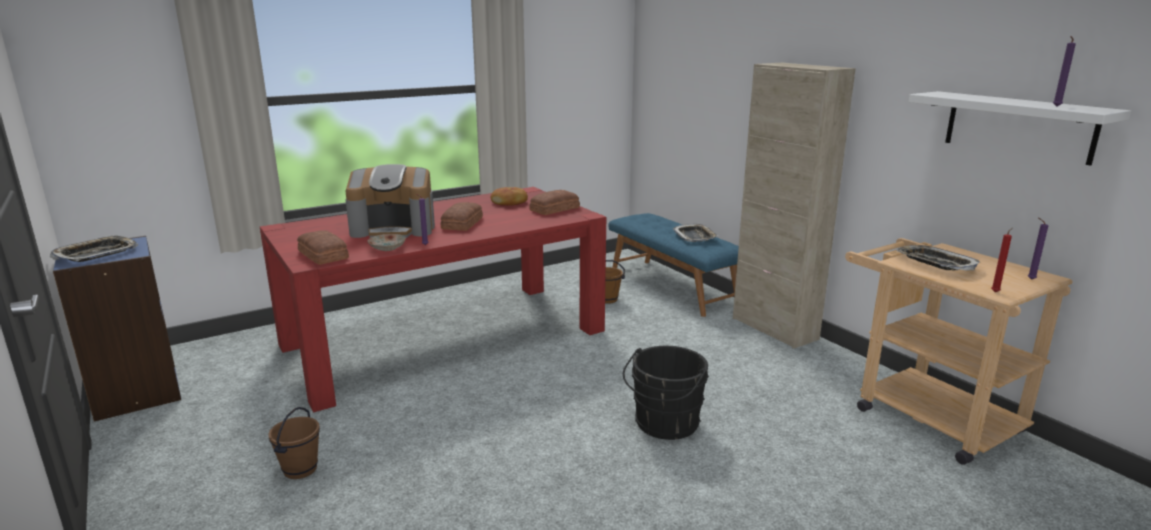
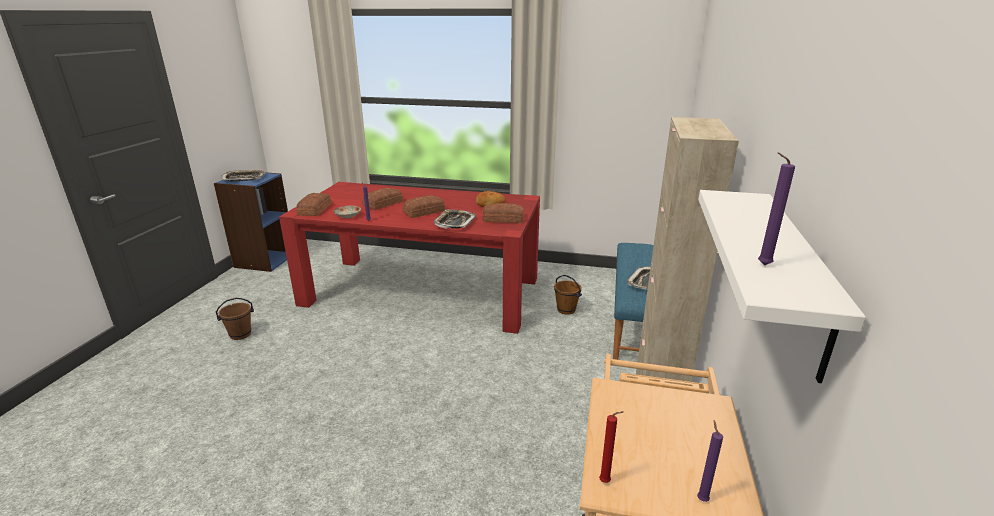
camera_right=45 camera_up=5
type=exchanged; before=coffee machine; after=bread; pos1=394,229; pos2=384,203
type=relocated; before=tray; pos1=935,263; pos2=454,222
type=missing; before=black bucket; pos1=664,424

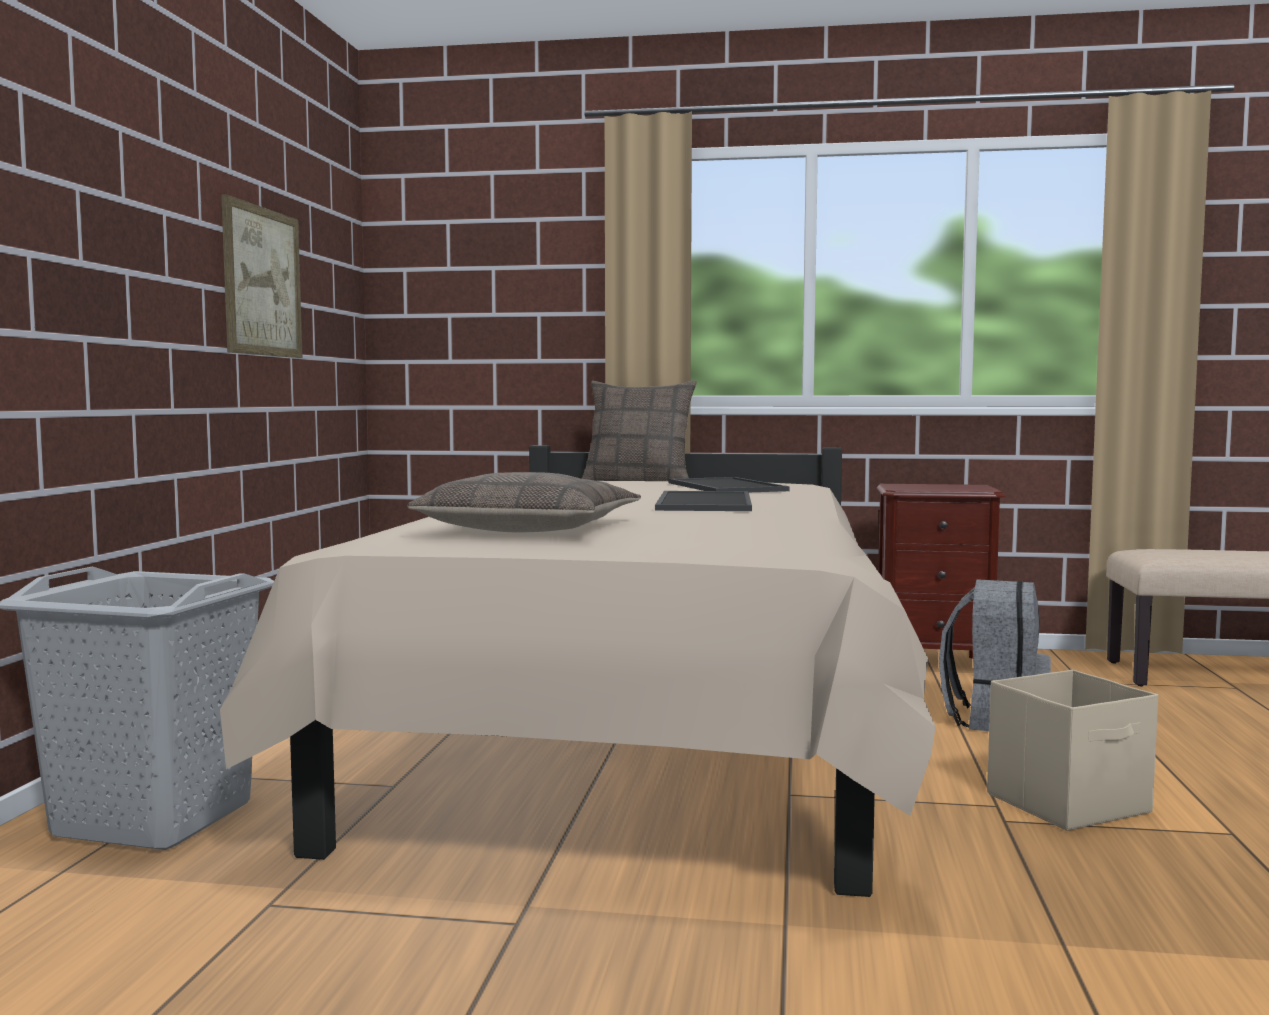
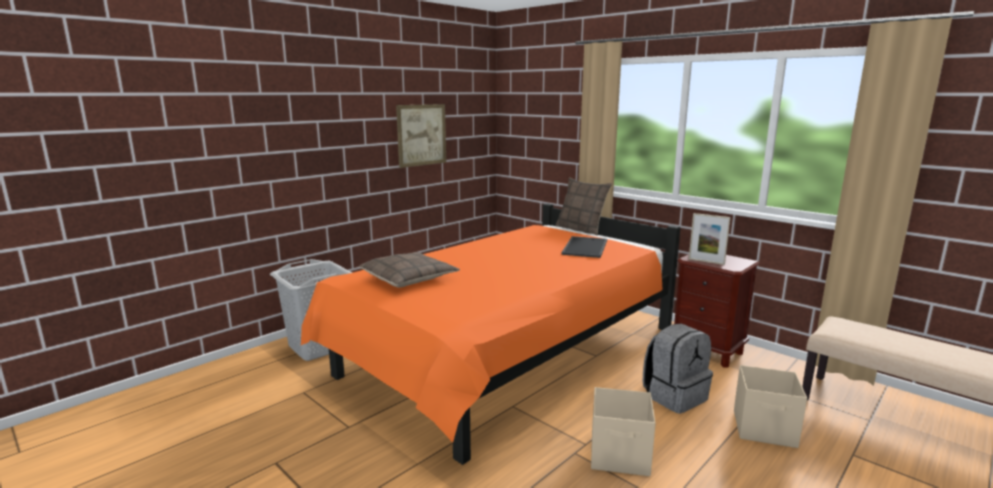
camera_right=35 camera_up=10
type=colour; before=beige bed; after=orange bed; pos1=640,733; pos2=507,355
type=appeared; after=picture frame; pos2=706,261
type=appeared; after=beige storage box; pos2=765,429
type=missing; before=tray; pos1=702,502

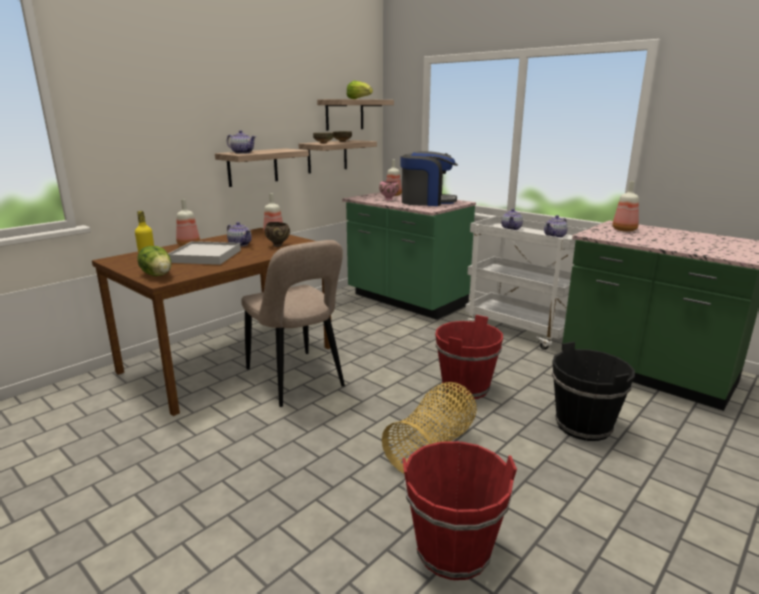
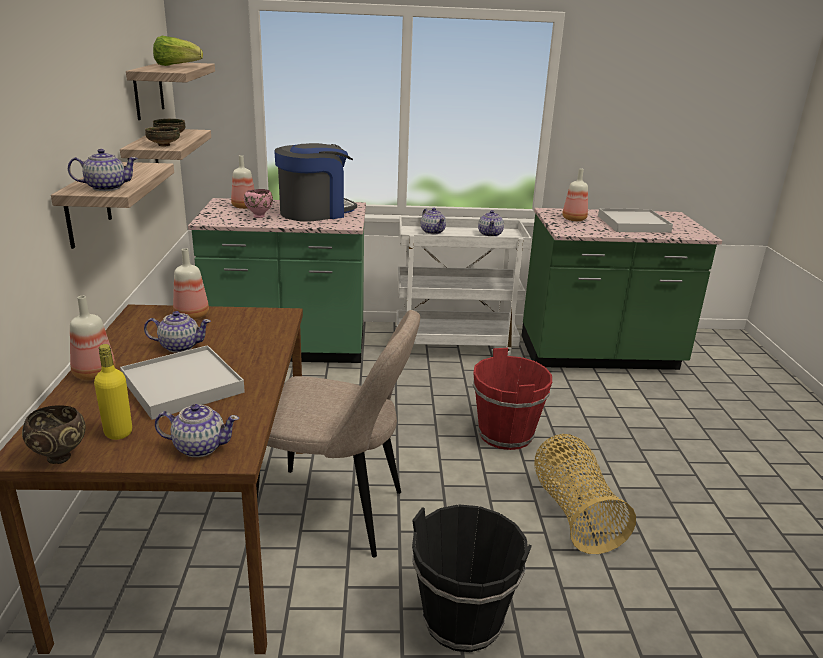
camera_right=-45 camera_up=5
type=relocated; before=brown bowl; pos1=278,246; pos2=61,457
type=exchanged; before=lettuce; after=teapot; pos1=158,275; pos2=199,447
type=relocated; before=black bucket; pos1=584,426; pos2=463,620
type=appeared; after=white tray; pos2=633,224
type=missing; before=red bucket; pos1=453,550

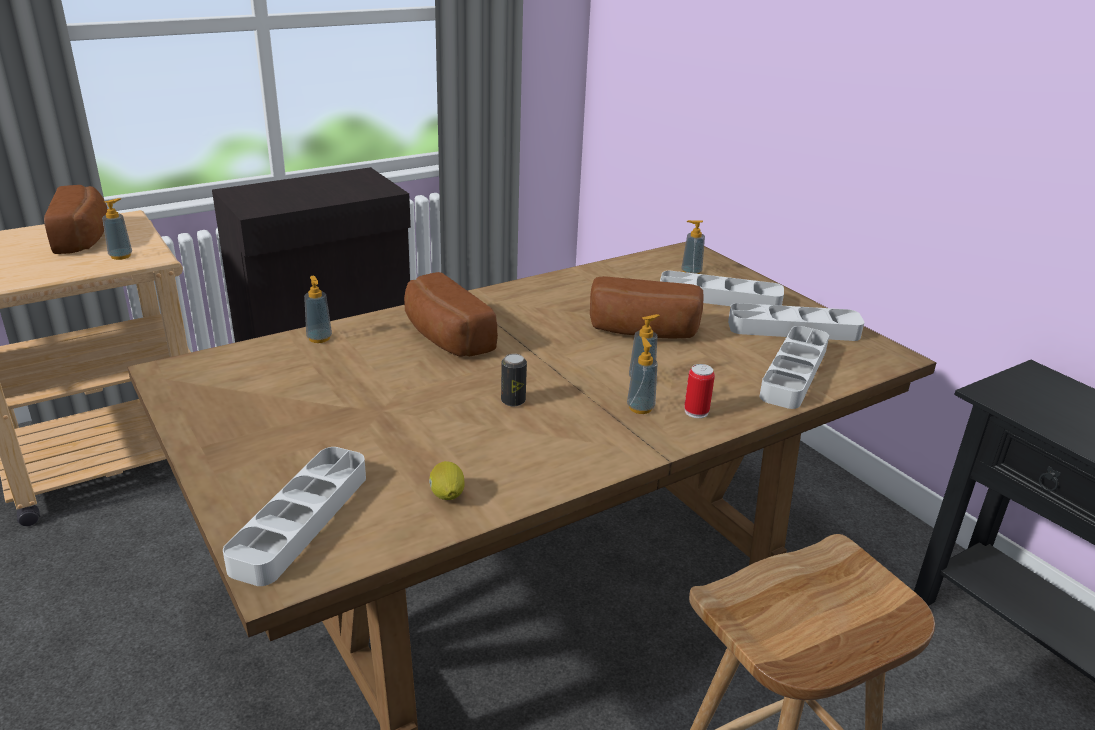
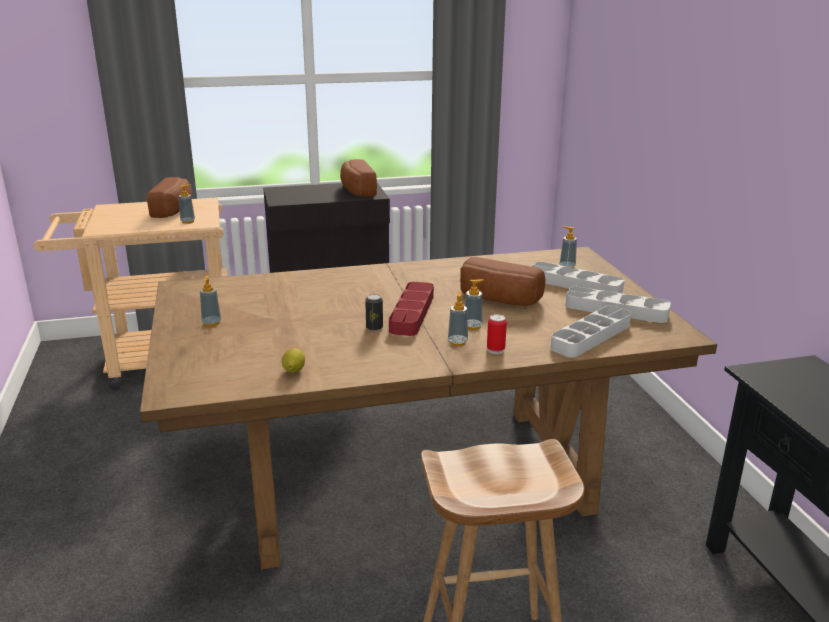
camera_right=20 camera_up=-5
type=relocated; before=soap dispenser; pos1=319,338; pos2=211,323
type=relocated; before=bread; pos1=443,338; pos2=356,190
type=appeared; after=red tray; pos2=412,313
type=missing; before=grey tray; pos1=301,520

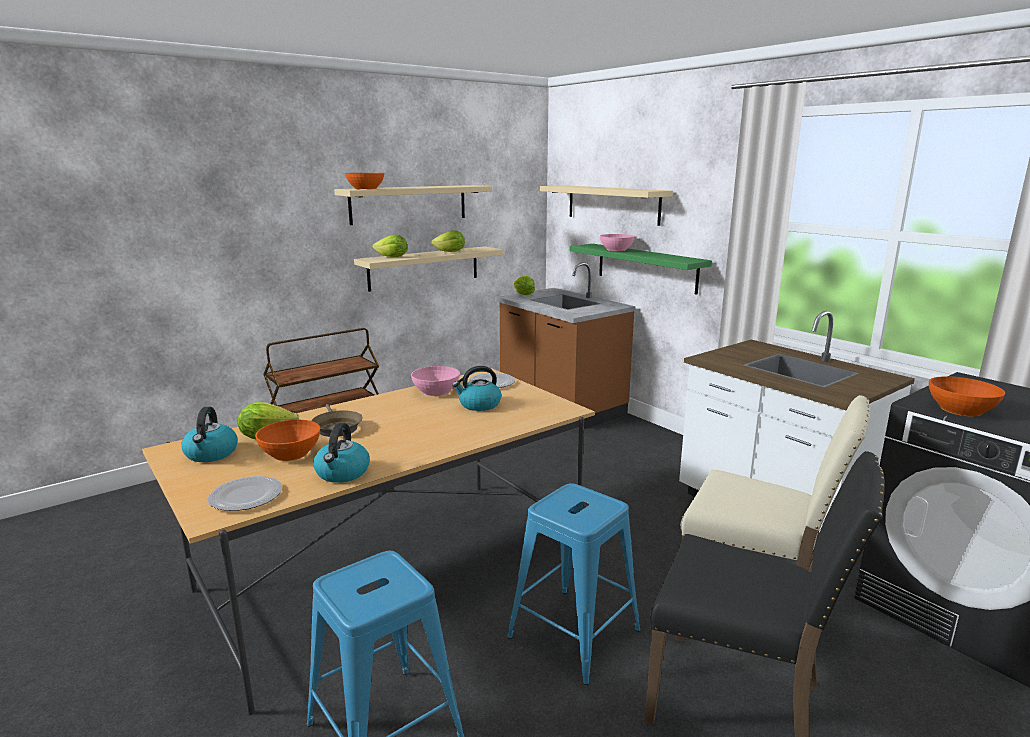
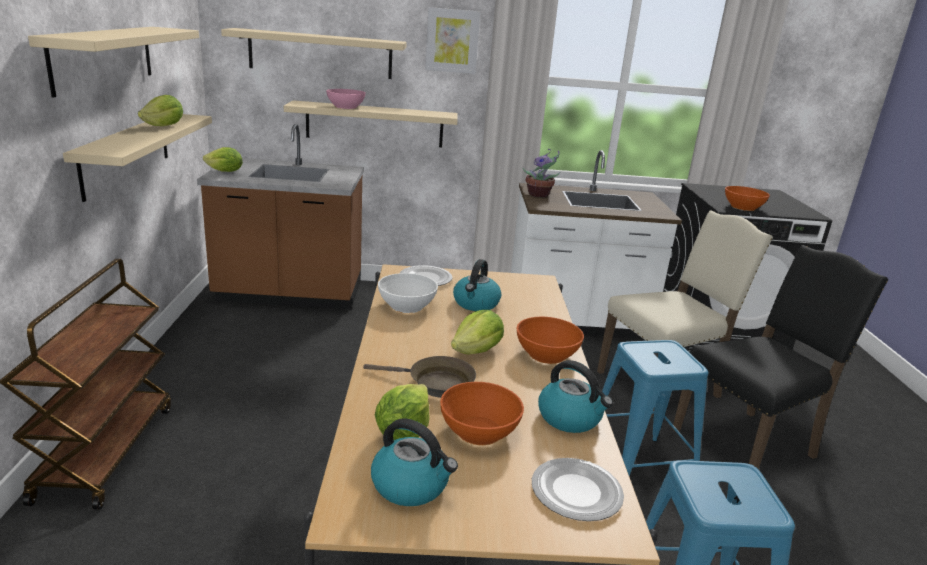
camera_right=-55 camera_up=5
type=colour; before=green shelf; after=beige shelf; pos1=646,267; pos2=374,124
type=colour; before=pink bowl; after=white bowl; pos1=436,391; pos2=406,305
type=appeared; after=picture; pos2=452,40
type=relocated; before=lettuce; pos1=392,257; pos2=477,351
type=relocated; before=orange bowl; pos1=365,188; pos2=546,354
type=appeared; after=potted plant; pos2=539,195

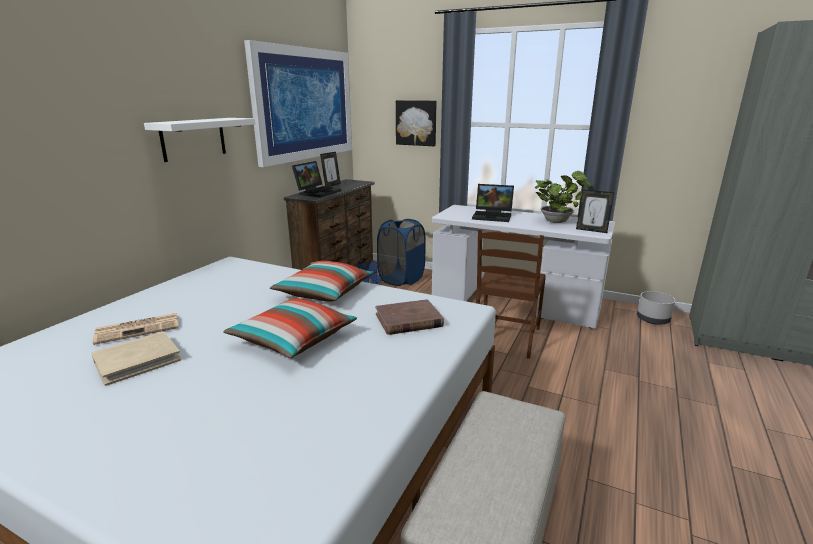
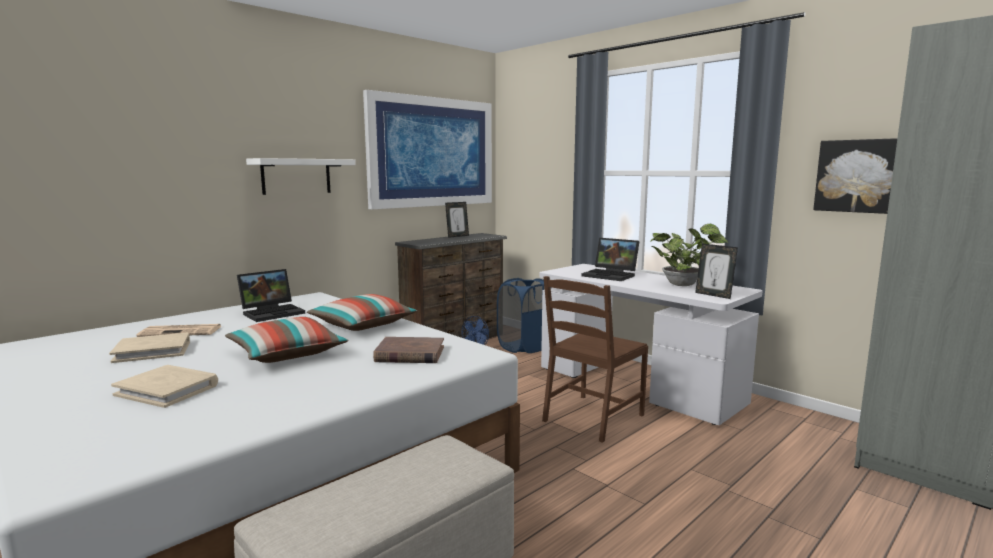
camera_right=20 camera_up=-10
type=appeared; after=beige book; pos2=167,390
type=relocated; before=laptop; pos1=317,192; pos2=273,312
type=relocated; before=picture; pos1=416,123; pos2=858,176
type=missing; before=grey planter; pos1=653,320

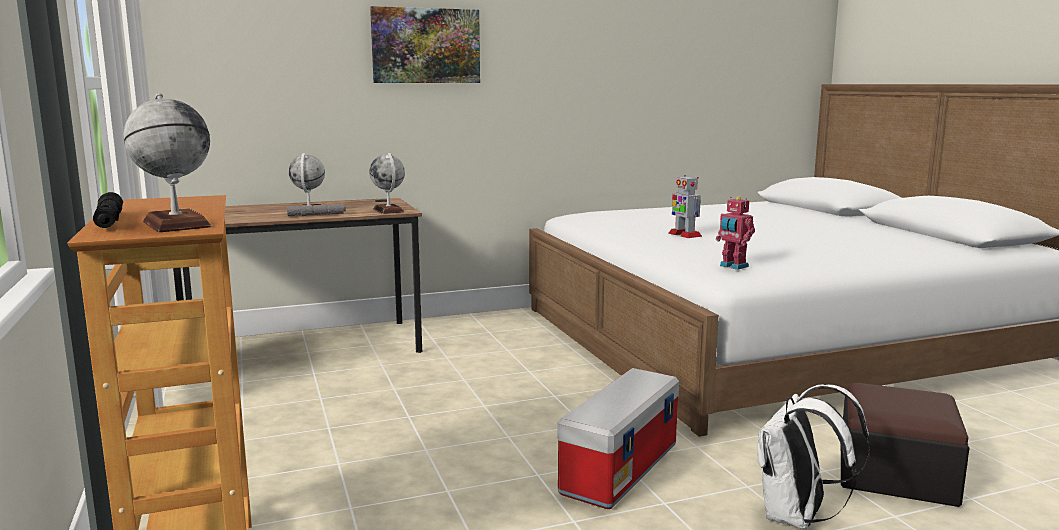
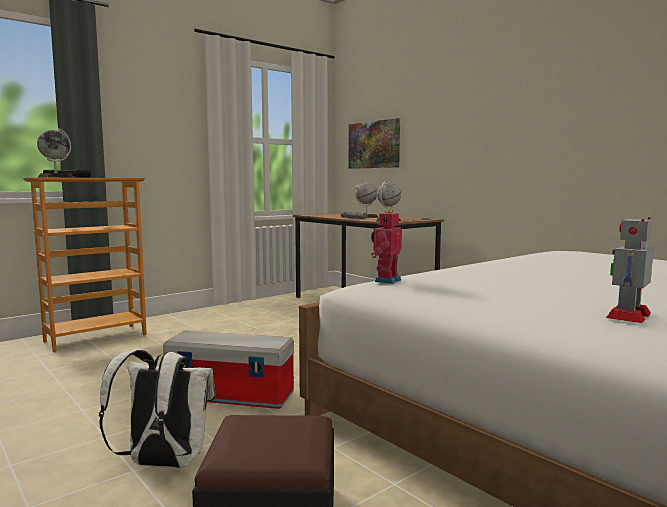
camera_right=70 camera_up=-5
type=relocated; before=picture; pos1=426,46; pos2=374,144
type=relocated; before=toy robot; pos1=684,235; pos2=628,315

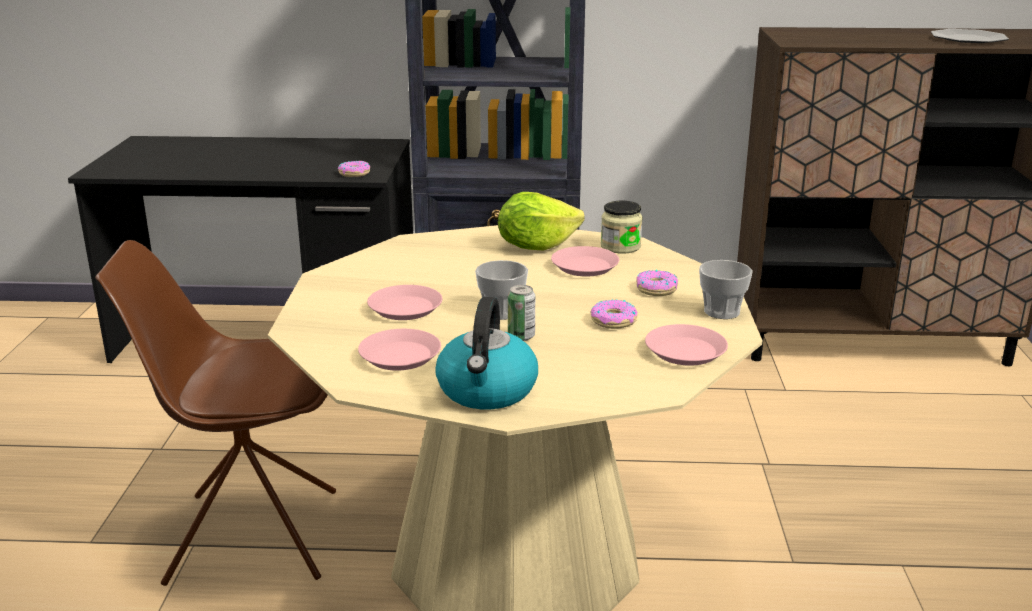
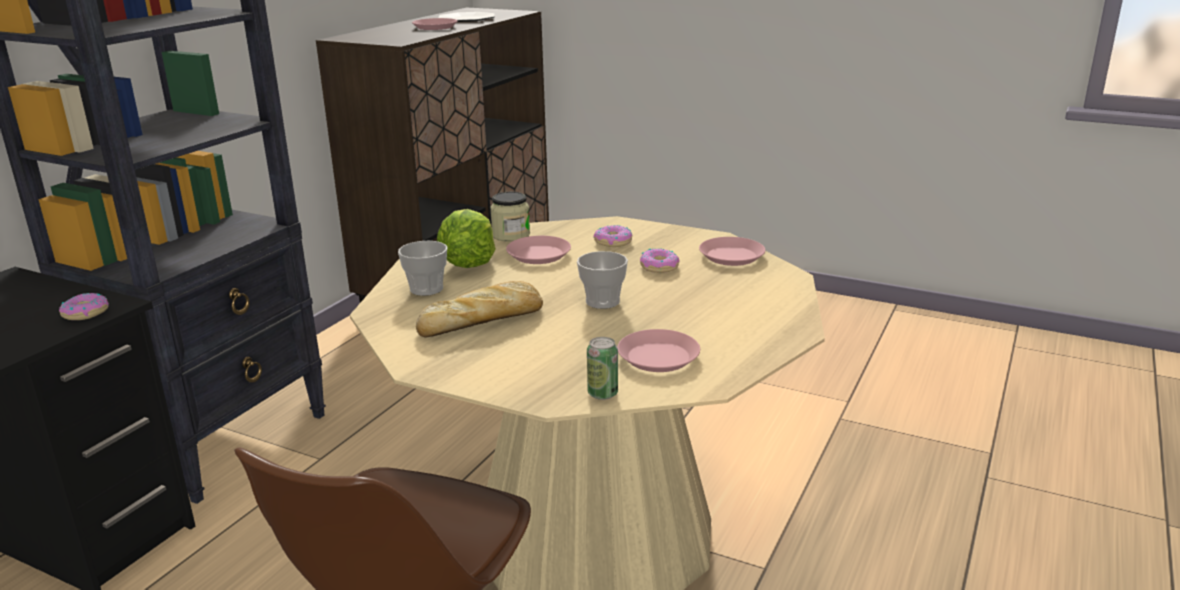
camera_right=-65 camera_up=0
type=relocated; before=cup; pos1=722,312; pos2=426,289
type=relocated; before=pink plate; pos1=405,308; pos2=435,27
type=appeared; after=bread; pos2=483,320
type=relocated; before=can; pos1=521,336; pos2=602,393
type=missing; before=kettle; pos1=487,391

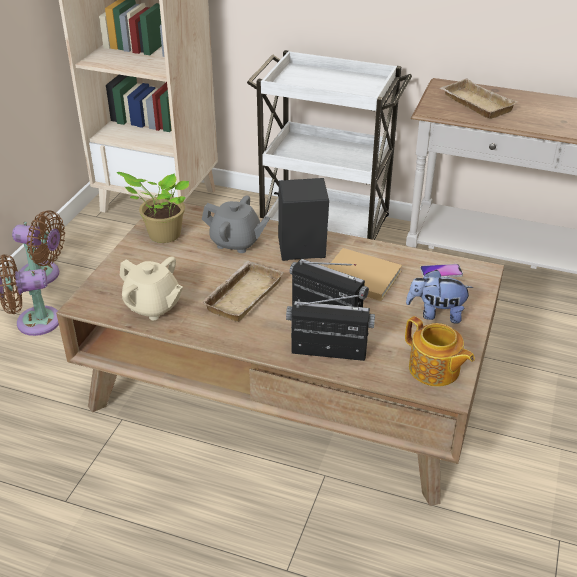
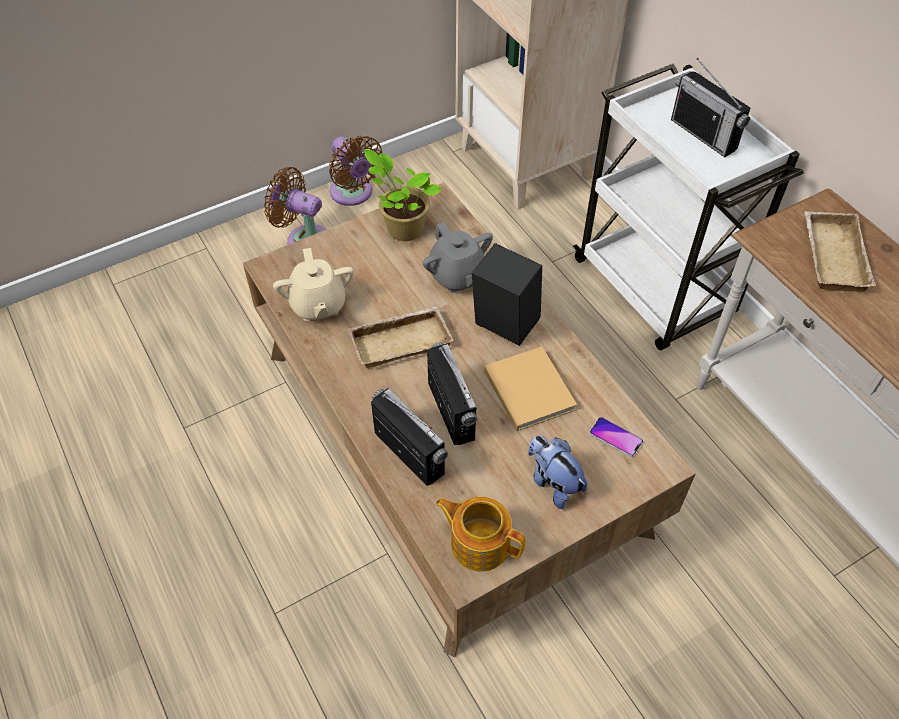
camera_right=40 camera_up=15
type=spun; before=teapot; pos1=434,370; pos2=479,542; turn=120
type=appeared; after=radio; pos2=703,134

